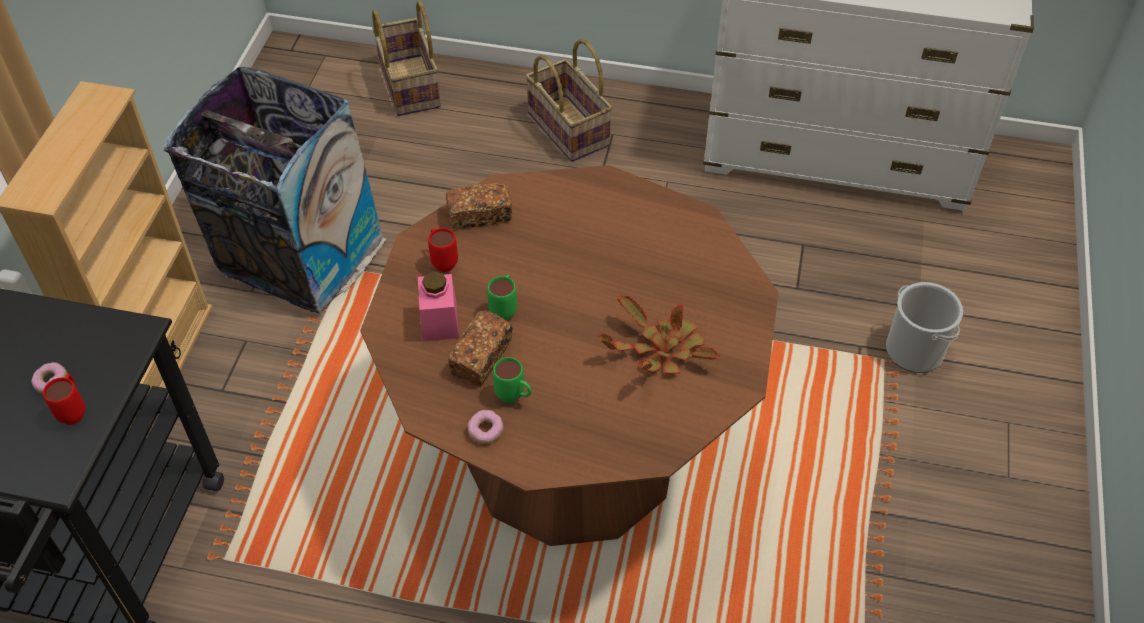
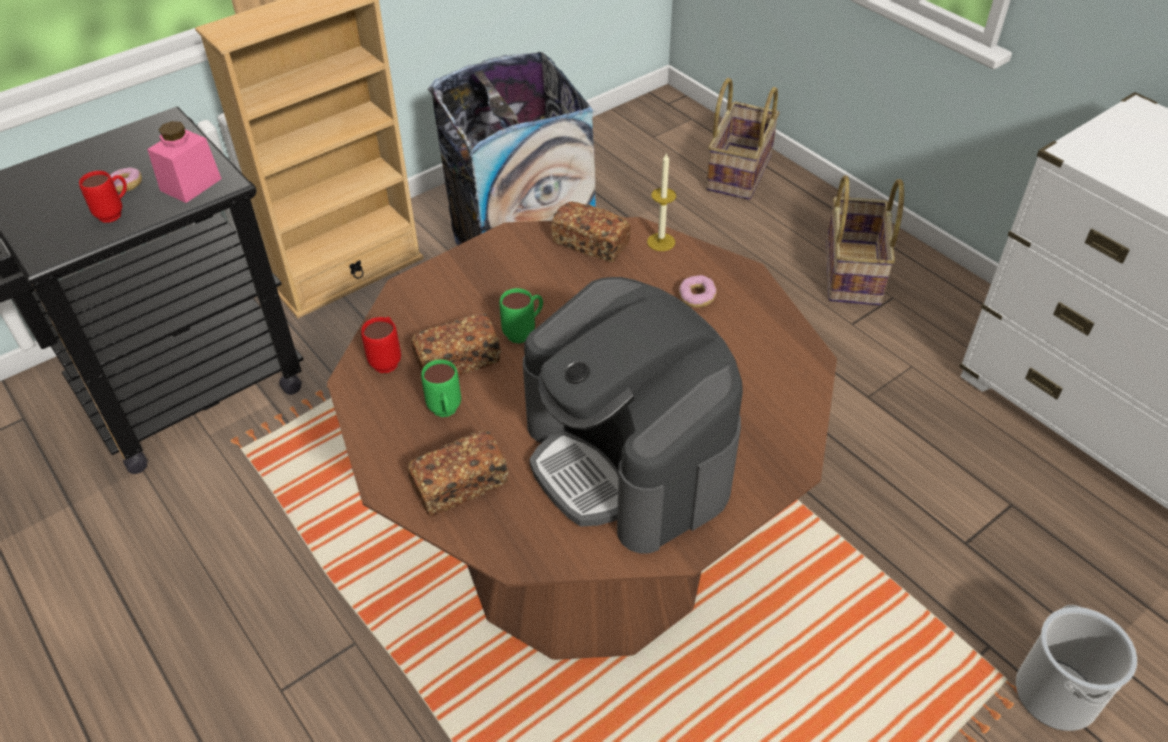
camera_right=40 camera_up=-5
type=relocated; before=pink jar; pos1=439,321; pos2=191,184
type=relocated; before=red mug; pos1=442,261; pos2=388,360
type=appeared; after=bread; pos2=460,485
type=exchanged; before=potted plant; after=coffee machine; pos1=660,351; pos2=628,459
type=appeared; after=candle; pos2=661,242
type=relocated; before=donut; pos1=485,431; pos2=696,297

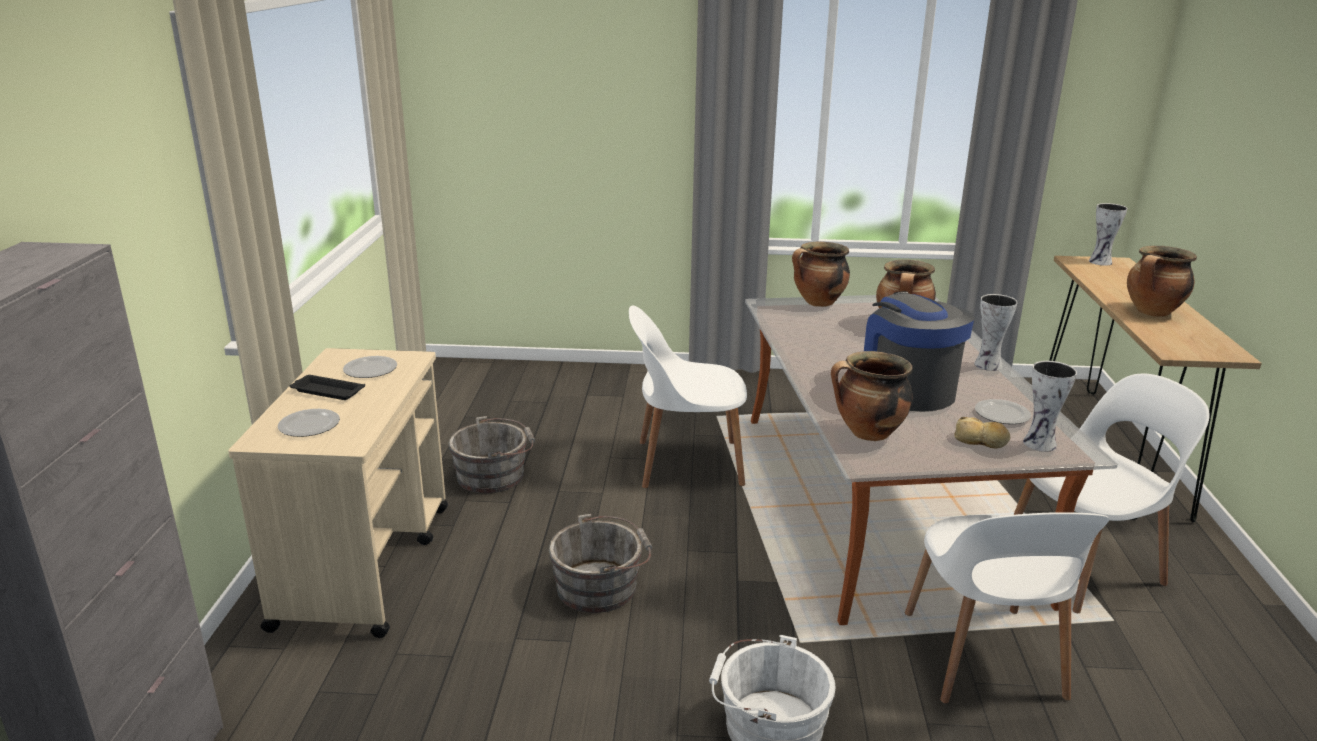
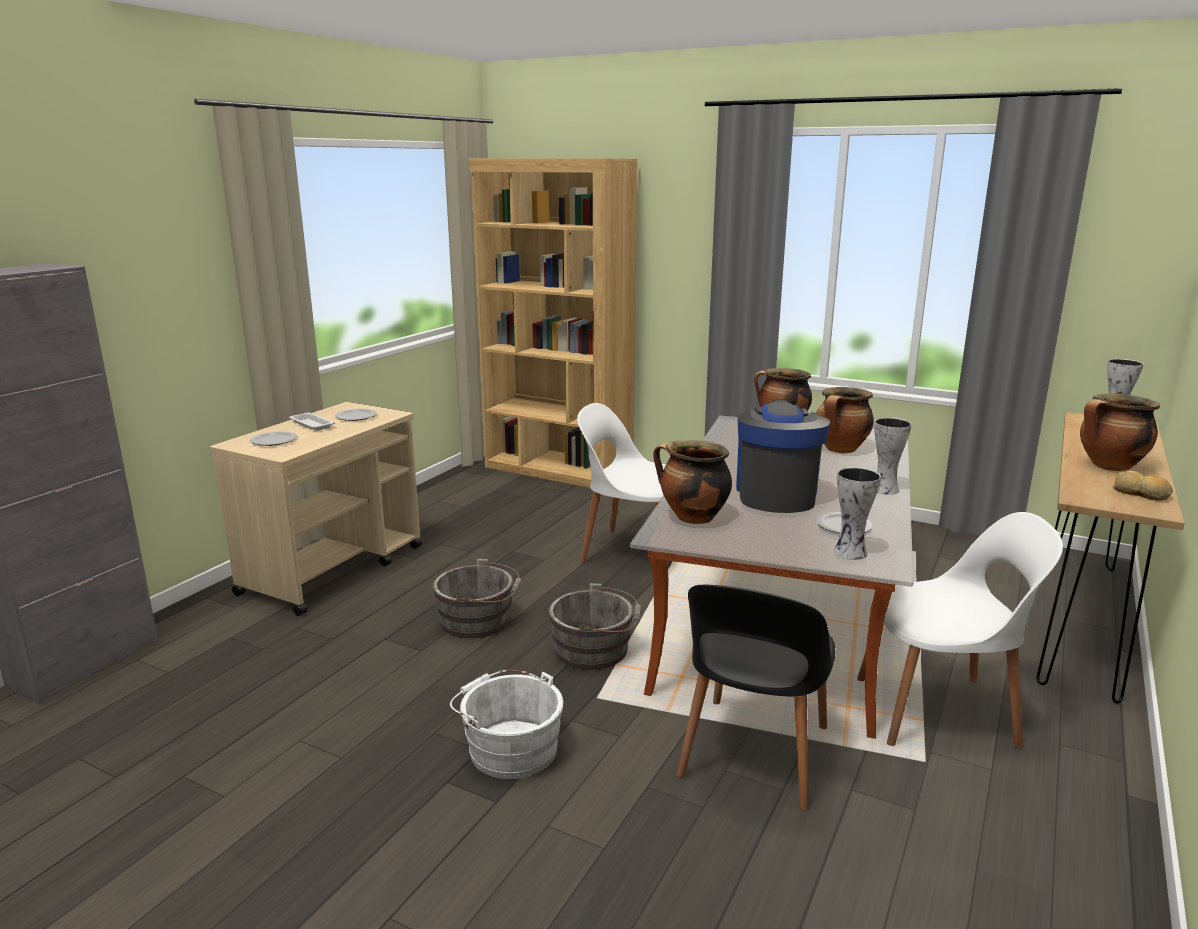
camera_right=25 camera_up=-5
type=colour; before=black tray; after=white tray; pos1=326,391; pos2=311,424
type=appeared; after=brown bookcase; pos2=558,470
type=relocated; before=grey bucket; pos1=495,475; pos2=596,650
type=colour; before=white chair; after=black chair; pos1=983,658; pos2=753,754
type=relocated; before=bread; pos1=981,441; pos2=1141,494

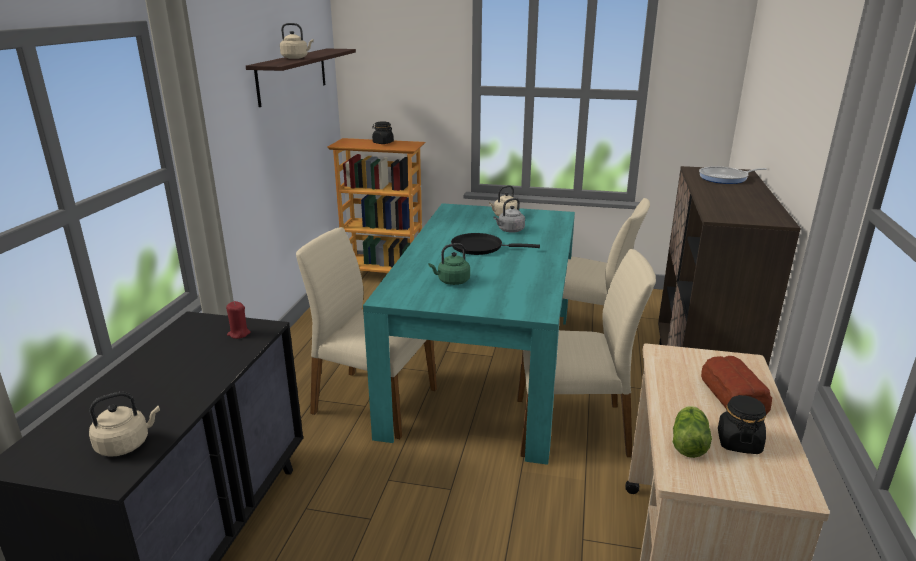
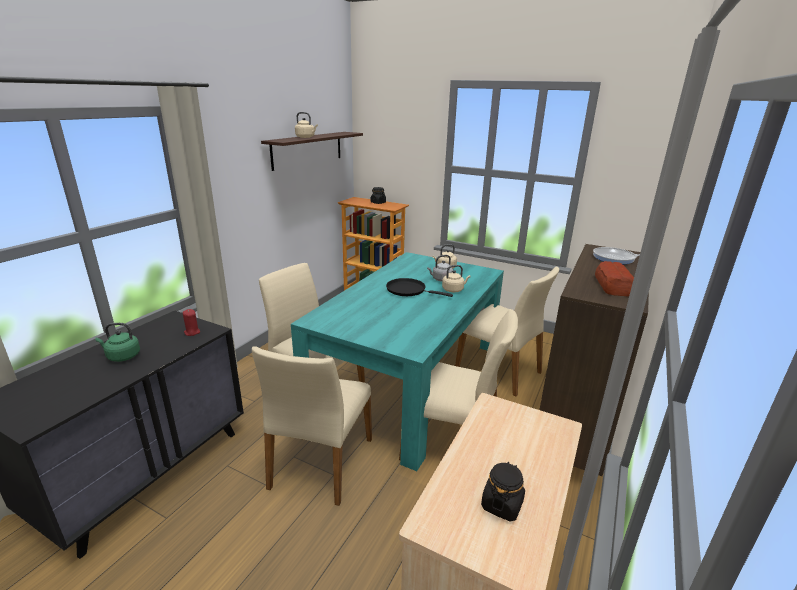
camera_right=15 camera_up=0
type=relocated; before=green kettle; pos1=452,281; pos2=122,356
type=appeared; after=beige chair; pos2=320,463
type=relocated; before=beige kettle; pos1=126,444; pos2=454,290
type=relocated; before=bread; pos1=733,396; pos2=612,286
type=missing; before=lettuce; pos1=689,441

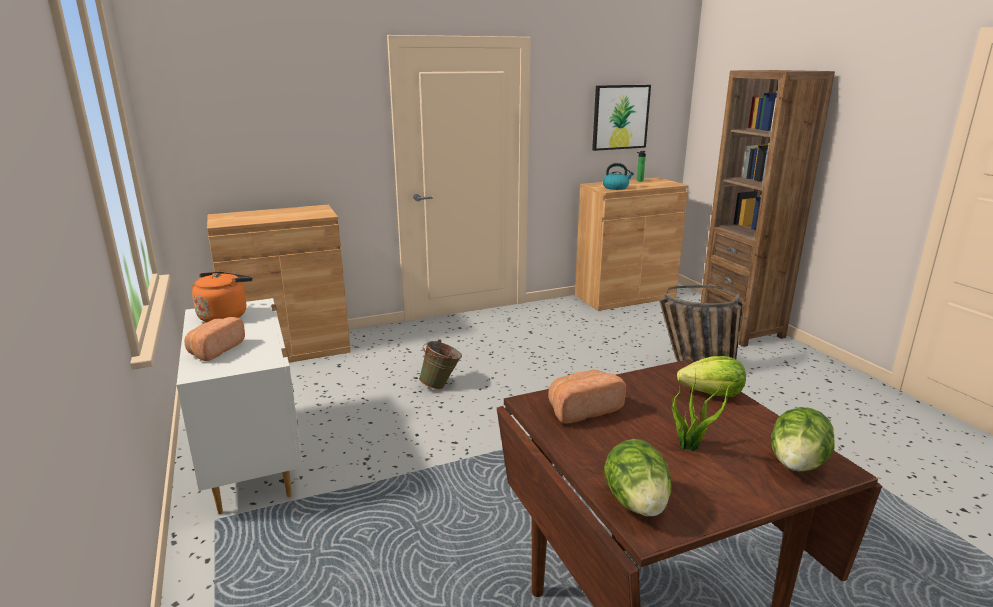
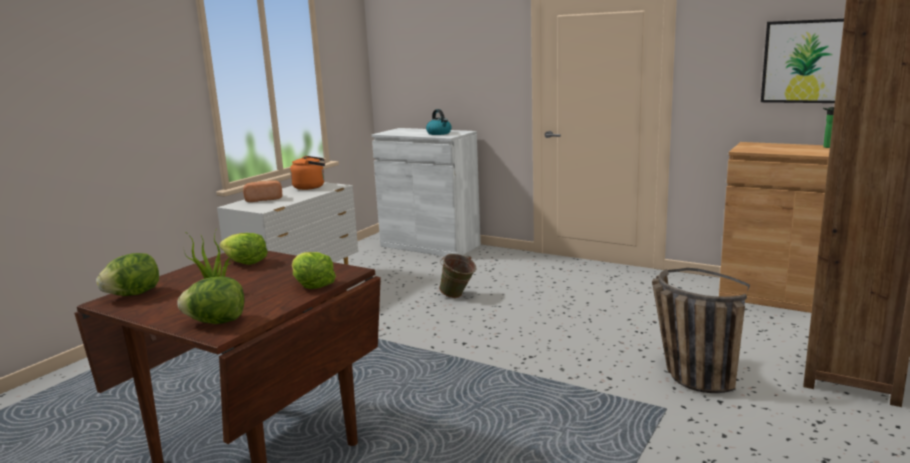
camera_right=55 camera_up=-5
type=exchanged; before=bread; after=lettuce; pos1=582,409; pos2=245,262
type=colour; before=brown cabinet; after=white cabinet; pos1=290,350; pos2=430,245
type=relocated; before=kettle; pos1=616,187; pos2=439,133

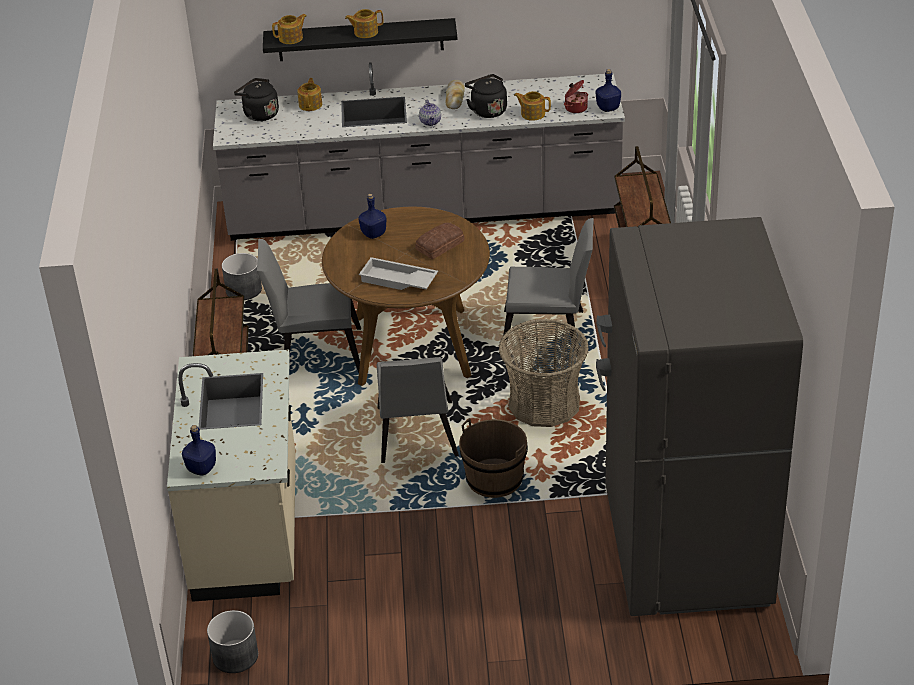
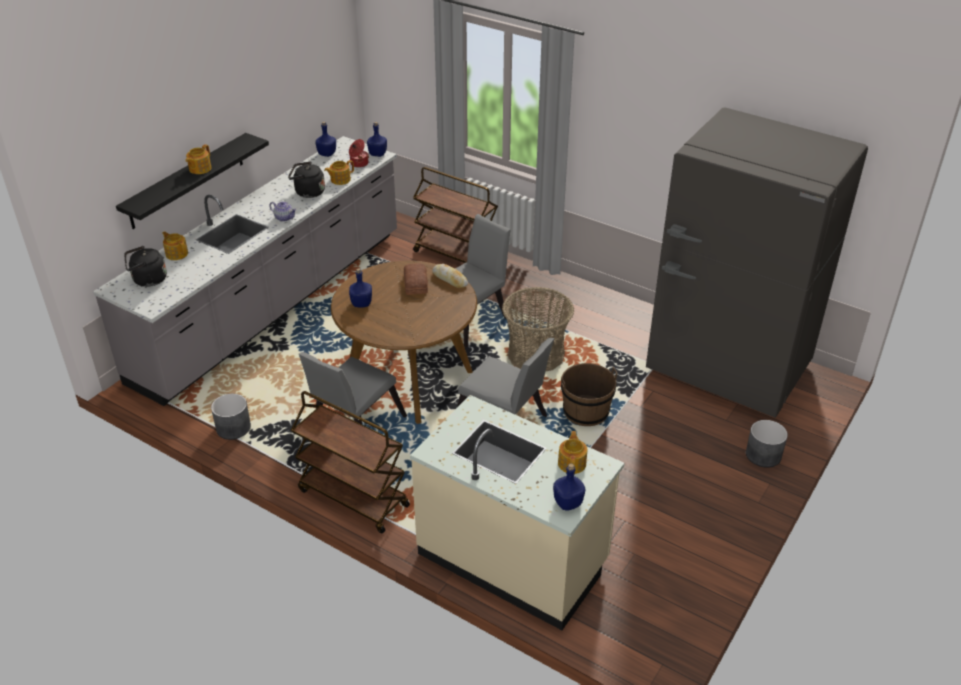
camera_right=-55 camera_up=0
type=appeared; after=blue bottle; pos2=327,154
type=relocated; before=bread; pos1=455,98; pos2=450,279
type=relocated; before=teapot; pos1=291,38; pos2=572,463
type=relocated; before=grey planter; pos1=235,656; pos2=763,455
type=missing; before=white tray; pos1=397,281

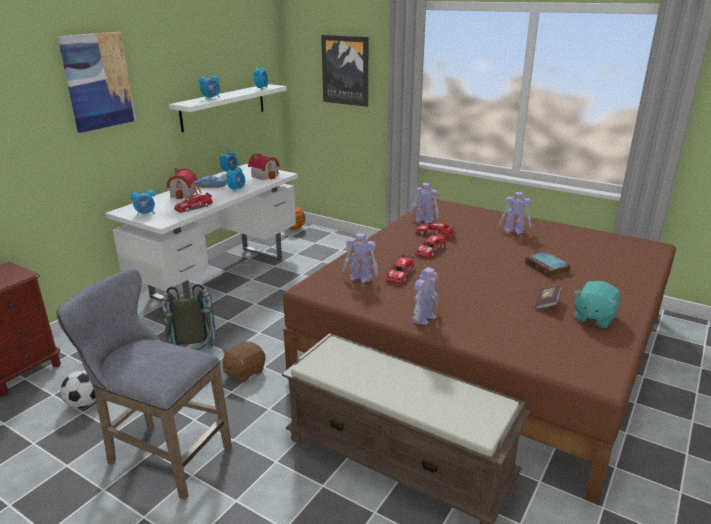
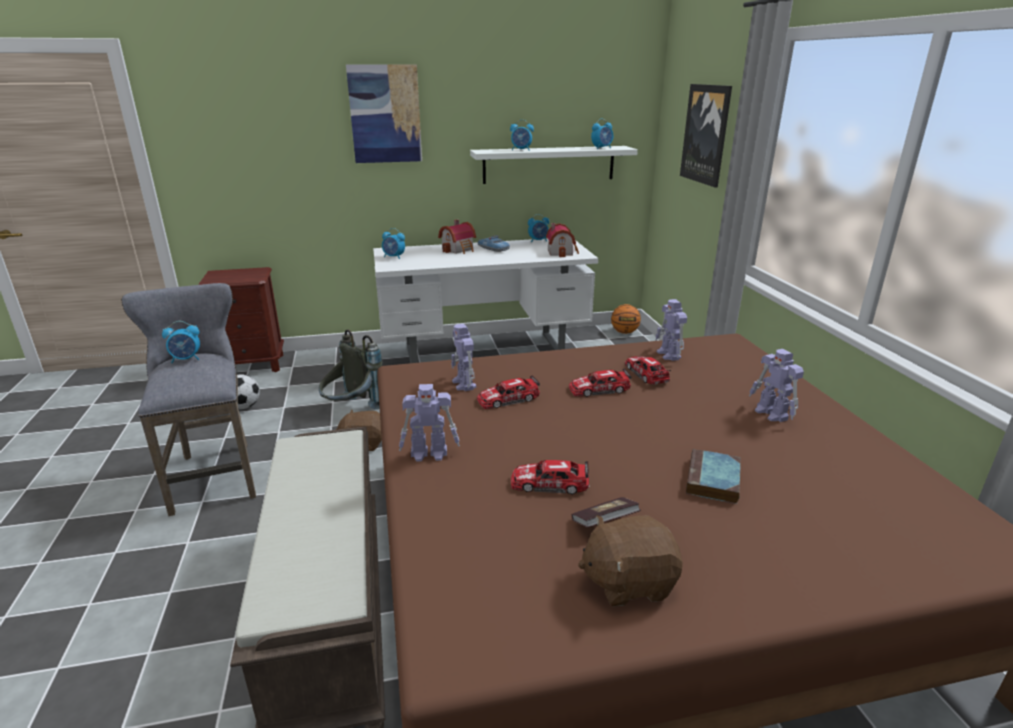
camera_right=45 camera_up=0
type=relocated; before=alarm clock; pos1=237,189; pos2=186,359
type=relocated; before=toy car; pos1=194,207; pos2=549,483
type=colour; before=turquoise plush toy; after=brown plush toy; pos1=593,317; pos2=628,581

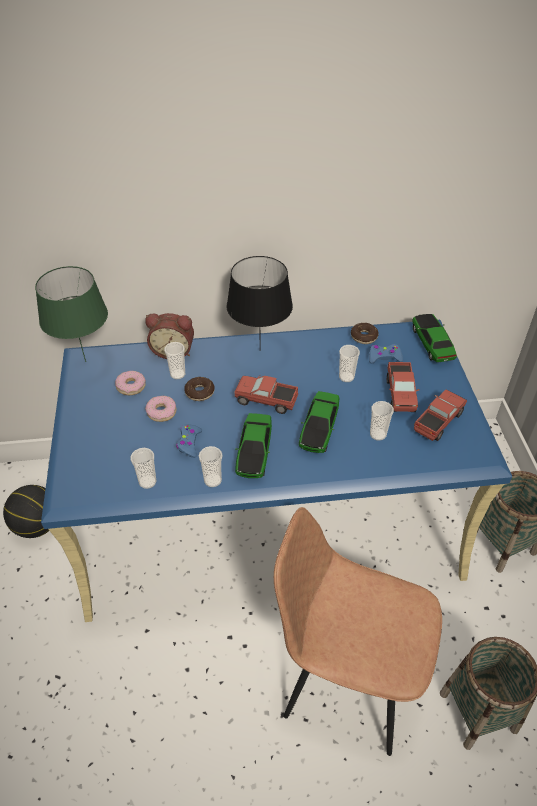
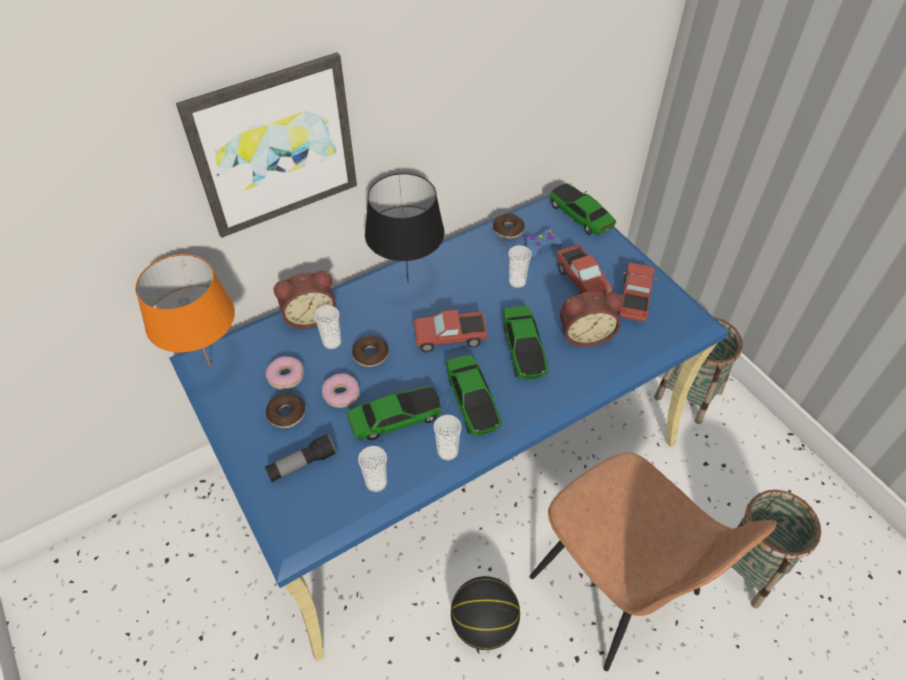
camera_right=-25 camera_up=5
type=colour; before=green table lamp; after=orange table lamp; pos1=85,362; pos2=210,366
type=appeared; after=picture; pos2=274,146
type=appeared; after=flashlight; pos2=302,464
type=appeared; after=donut; pos2=286,414
type=exchanged; before=blue game controller; after=toy car; pos1=189,443; pos2=395,419
type=relocated; before=basketball; pos1=38,525; pos2=484,623
type=spun; before=brown chair; pos1=347,675; pos2=616,589; turn=-120
type=exchanged; before=cup; after=alarm clock; pos1=378,434; pos2=585,334

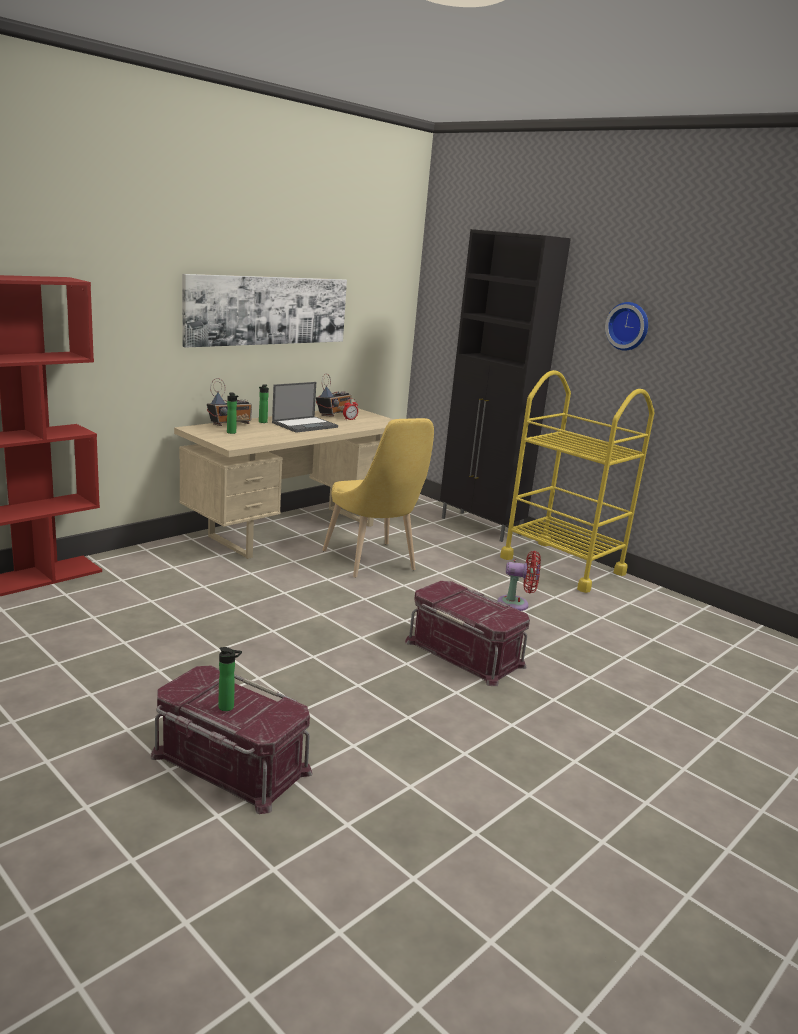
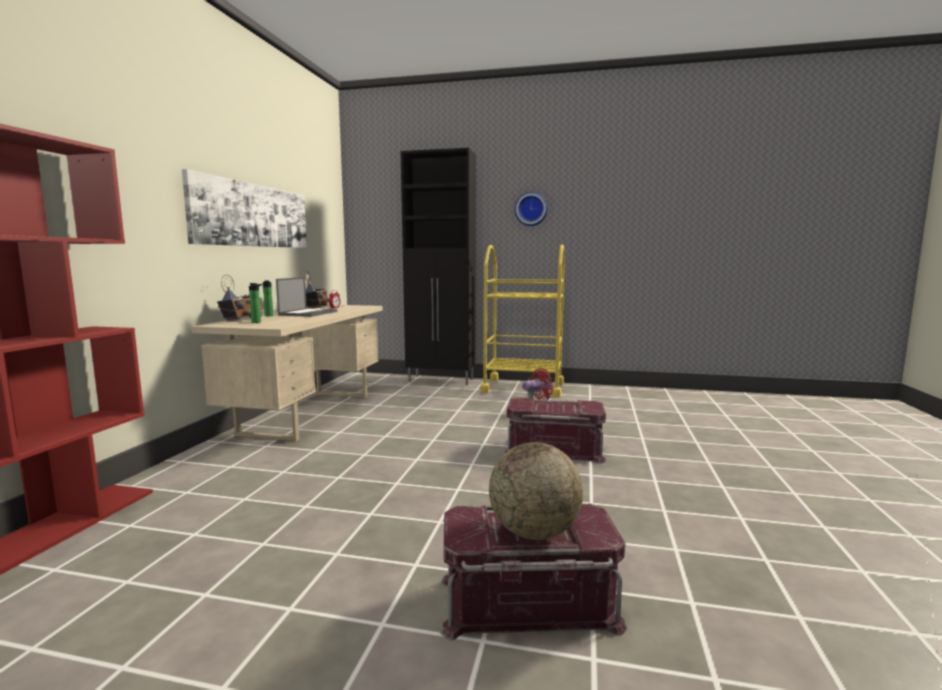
camera_right=-30 camera_up=-10
type=exchanged; before=bottle; after=globe; pos1=228,707; pos2=534,532
type=missing; before=yellow chair; pos1=372,563

